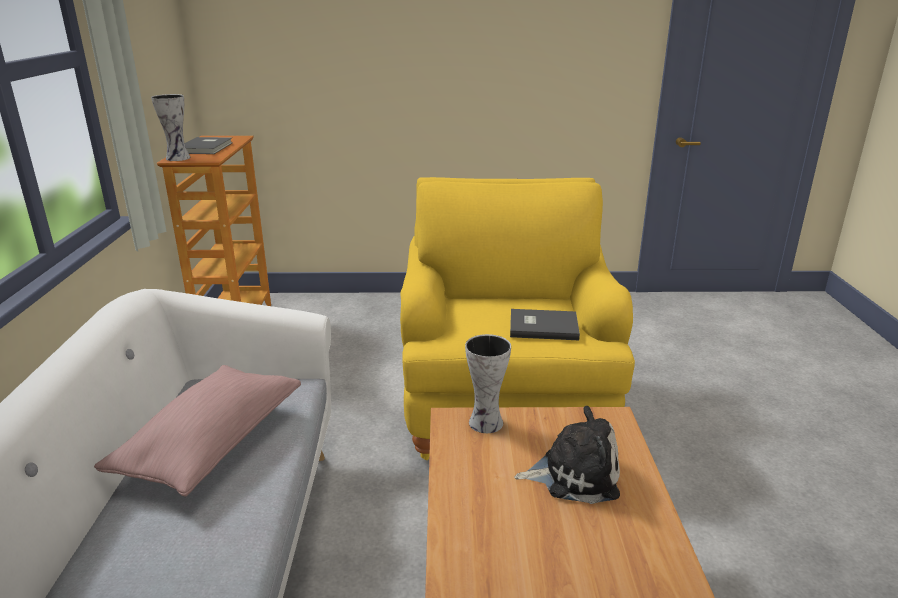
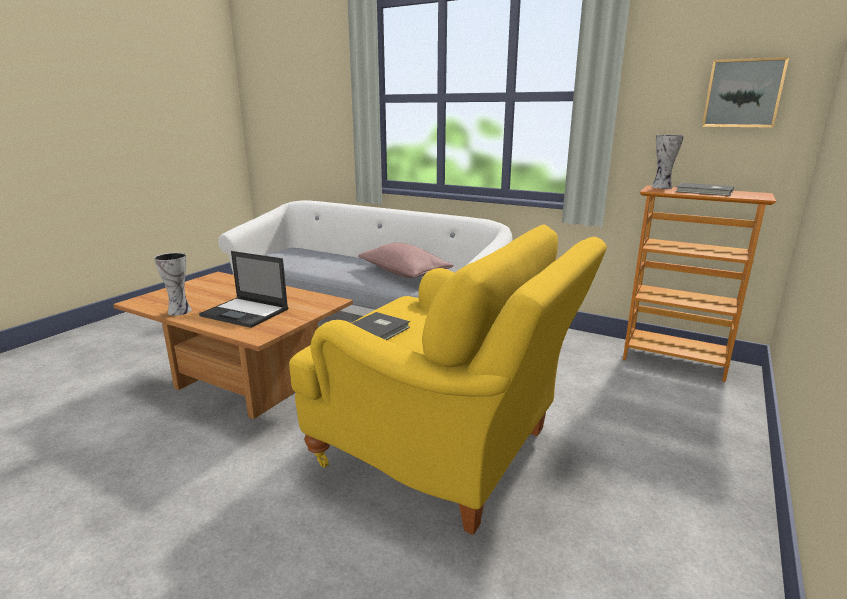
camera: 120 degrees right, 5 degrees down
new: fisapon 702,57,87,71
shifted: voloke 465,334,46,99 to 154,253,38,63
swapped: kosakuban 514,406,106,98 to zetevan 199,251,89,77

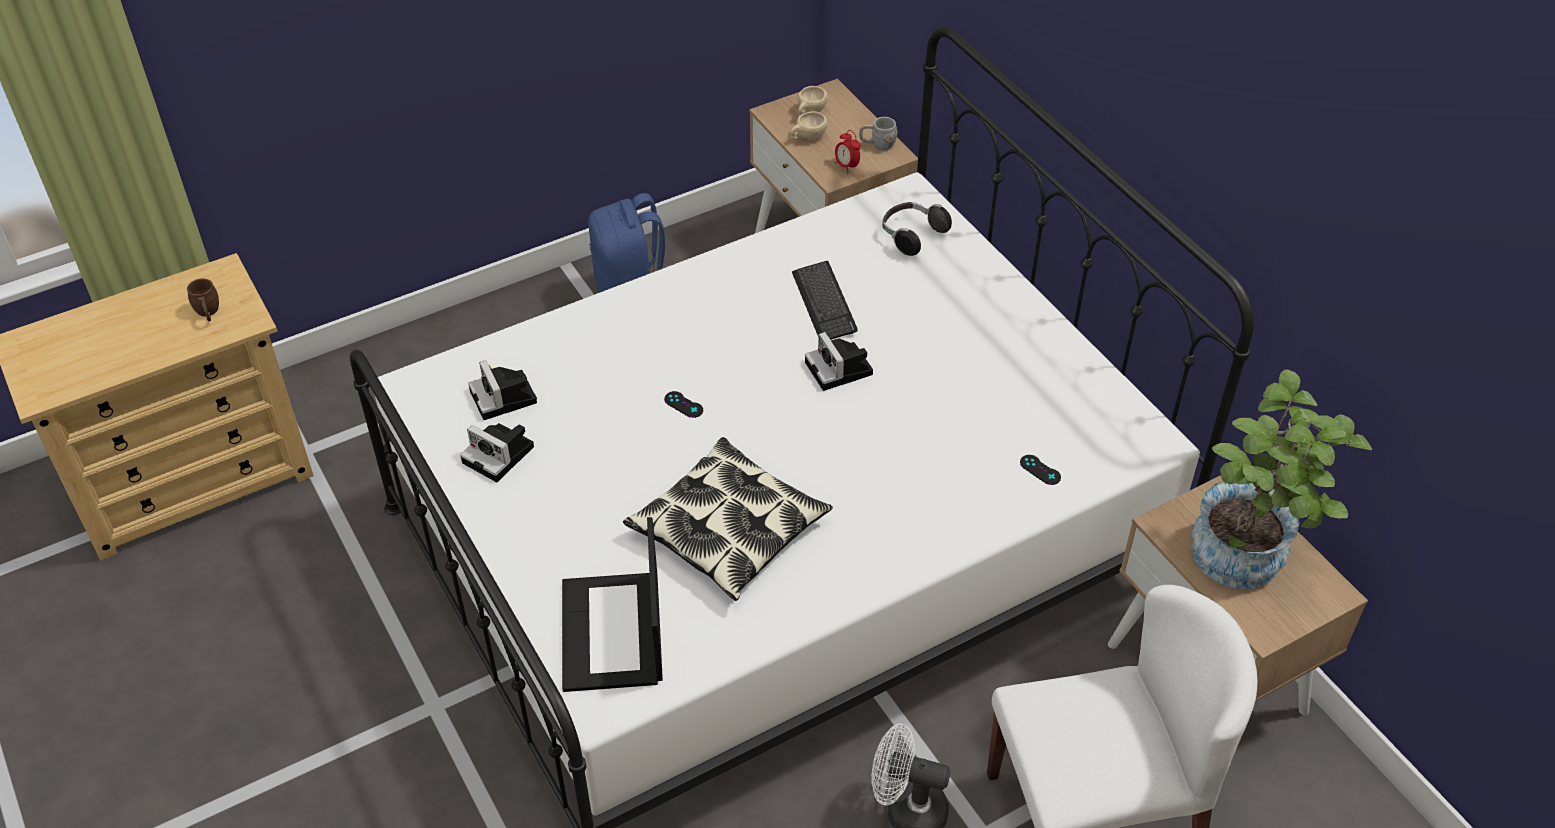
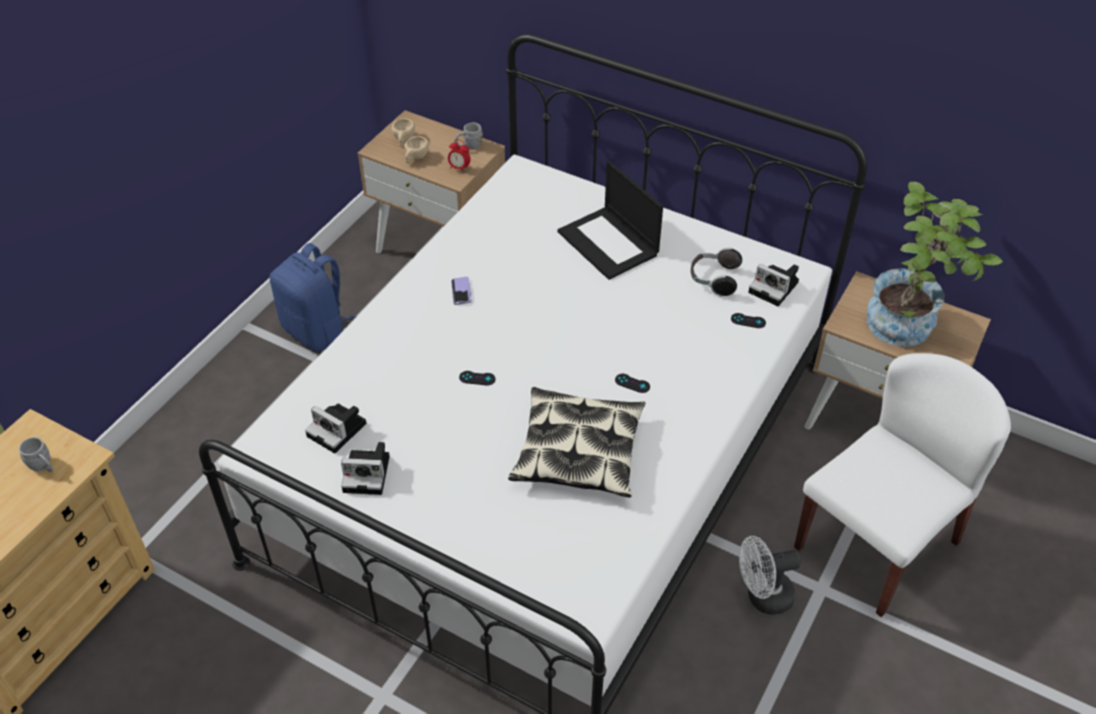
camera: 30 degrees left, 0 degrees up
gone: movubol 792,261,66,79
new: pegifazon 451,277,20,28; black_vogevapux 615,374,35,19
shifted: zetevan 562,517,101,175 to 557,161,106,119; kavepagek 805,332,68,59 to 748,264,51,42; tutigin 882,202,70,54 to 691,247,51,50
repainted: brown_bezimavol 187,278,32,43 to grey_bezimavol 19,437,34,35

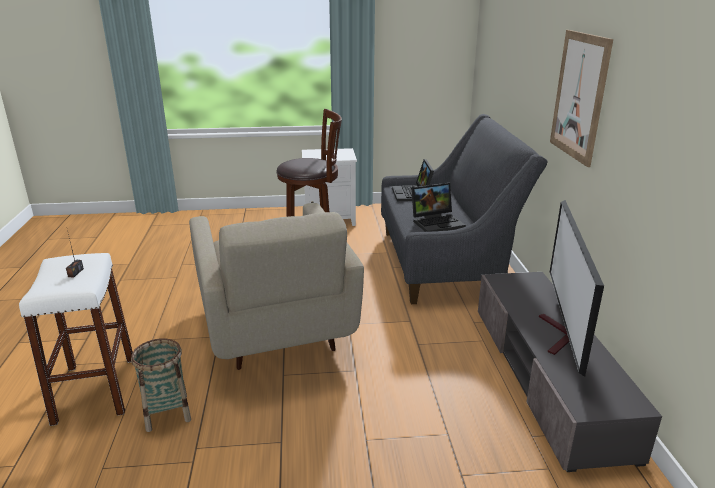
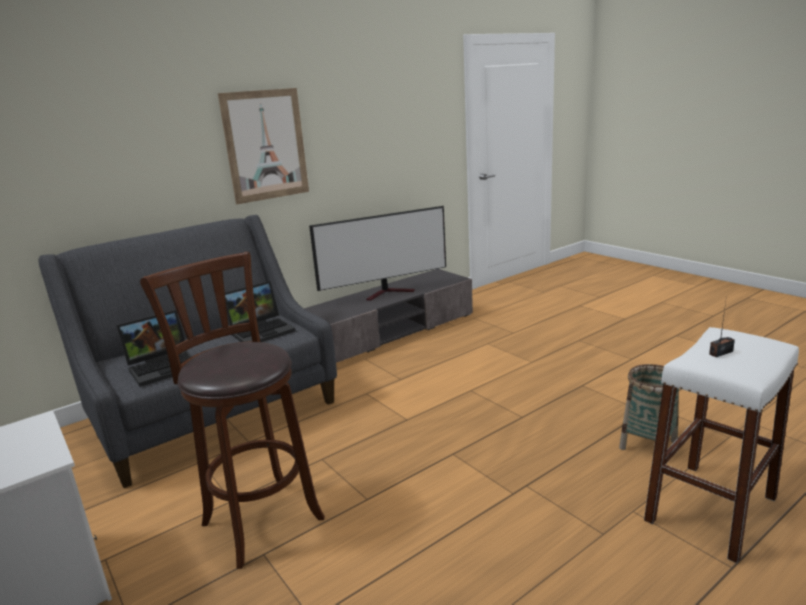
camera: 120 degrees left, 5 degrees down
gone: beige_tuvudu 189,203,175,167
rotated: zetevan 411,183,55,49 = 225,281,71,61 105 degrees clockwise

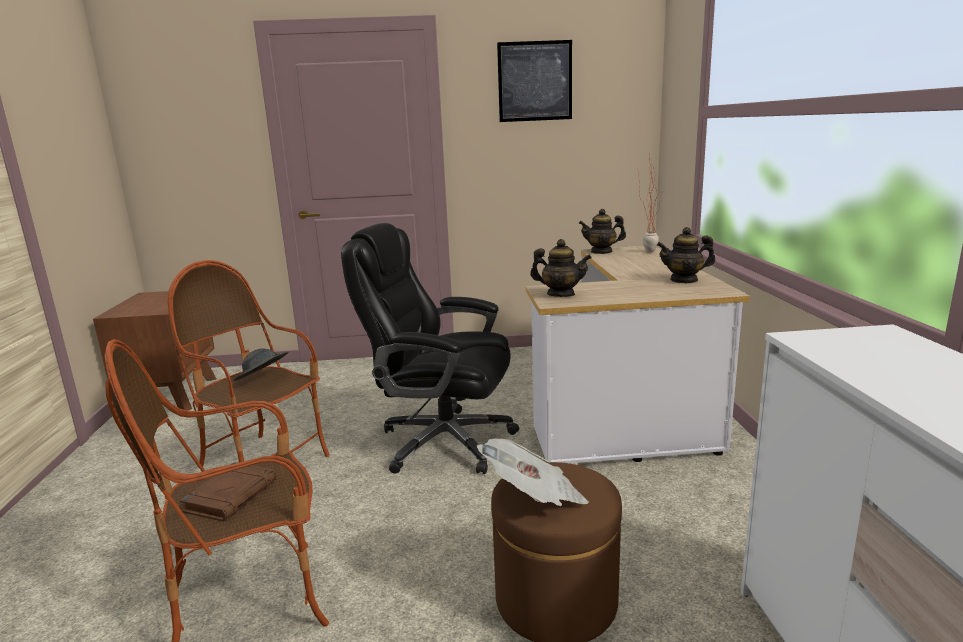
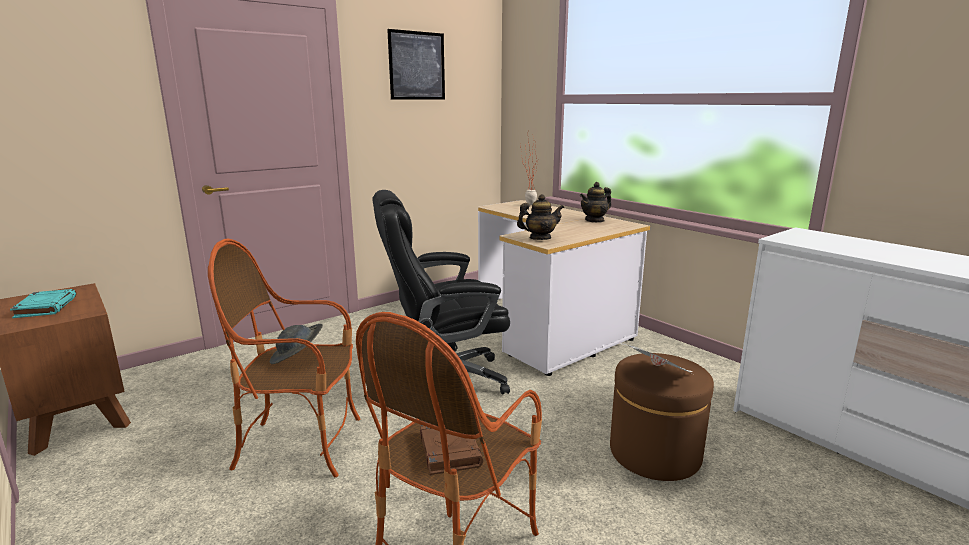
camera: 35 degrees left, 0 degrees up
gone: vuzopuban 579,209,47,45
new: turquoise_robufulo 10,289,66,29

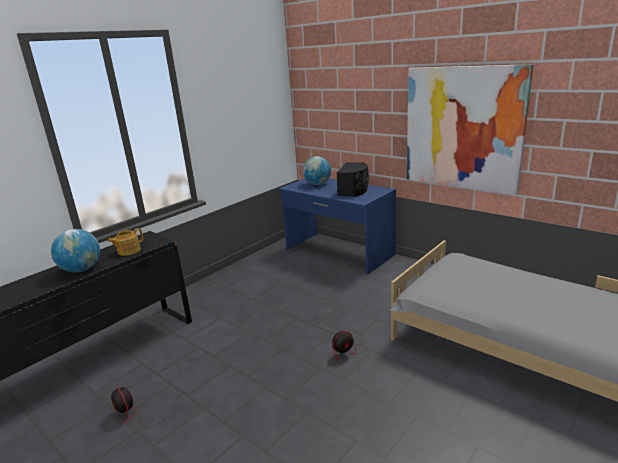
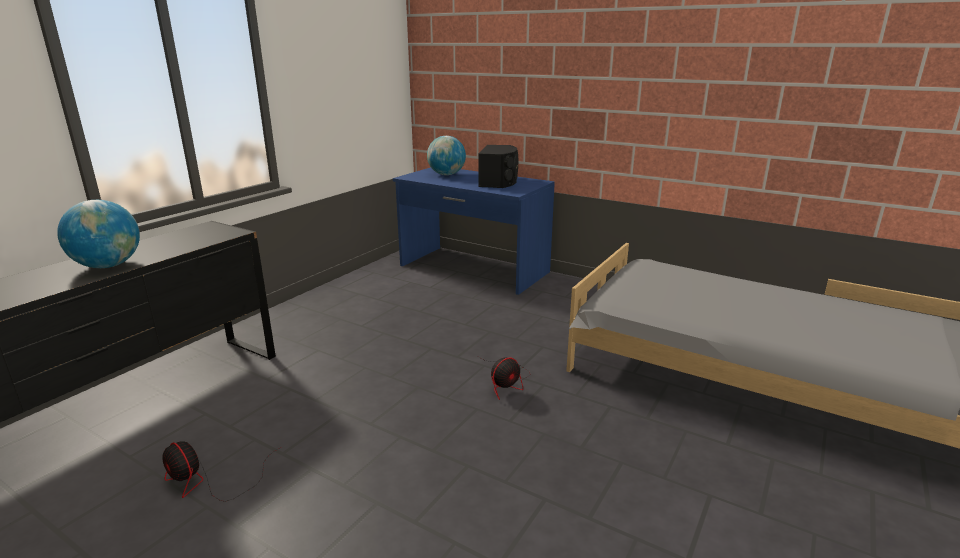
camera: 10 degrees left, 0 degrees up
gone: vuzopuban 108,228,35,28; fisapon 407,64,126,131

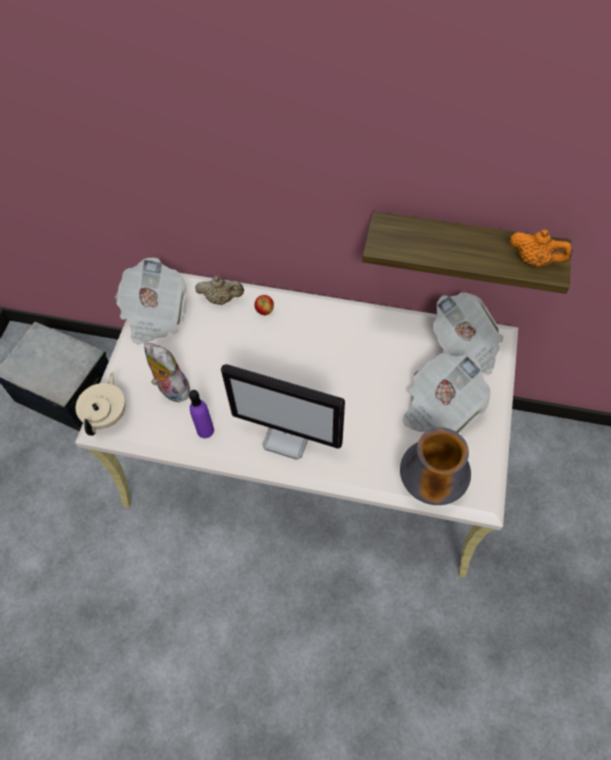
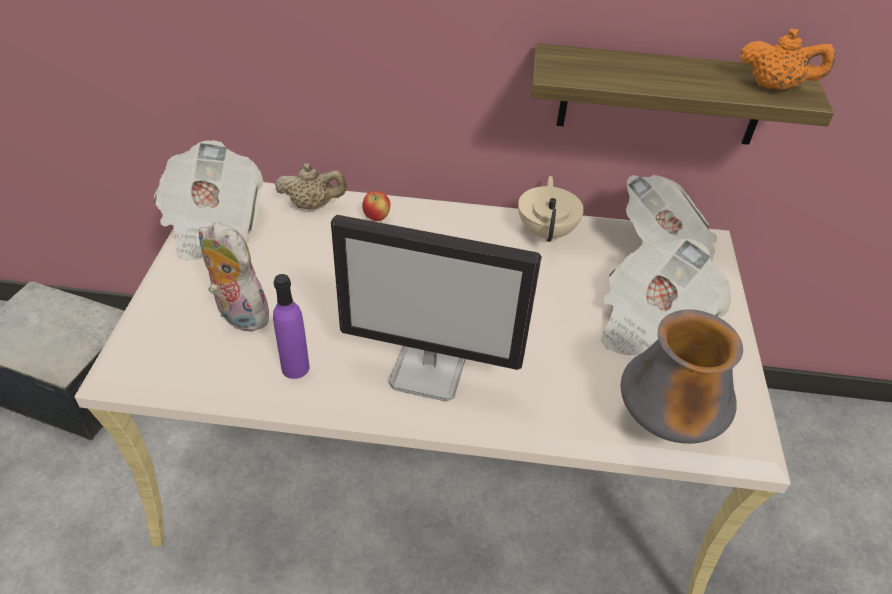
camera: 10 degrees left, 15 degrees down
shifted: beige_vuzopuban 76,372,49,64 to 518,176,66,66

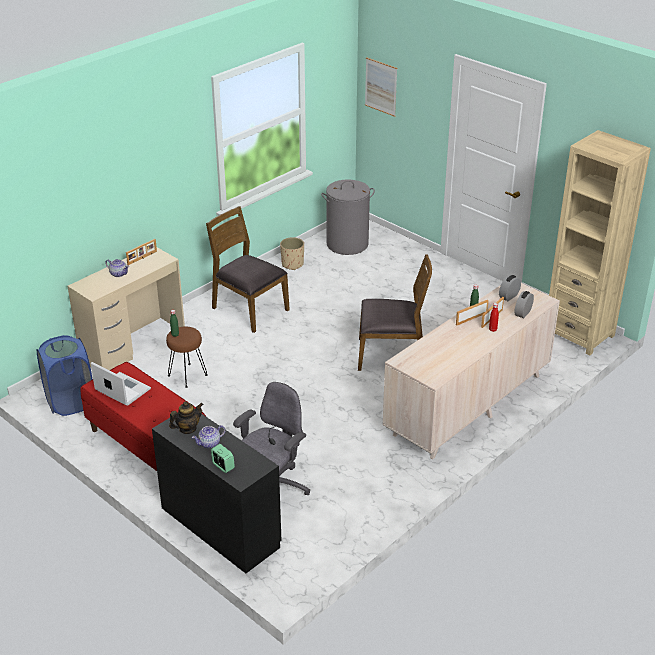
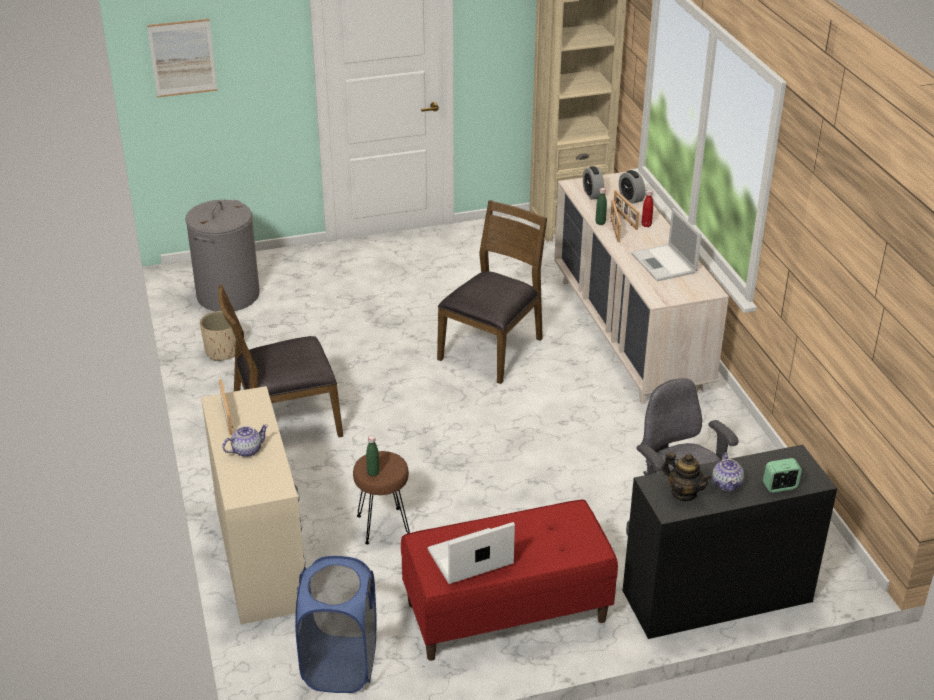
camera: 60 degrees left, 0 degrees up
new: zetevan 631,208,71,73
rotated: vuzopuban 169,401,34,33 = 662,452,50,49 135 degrees clockwise

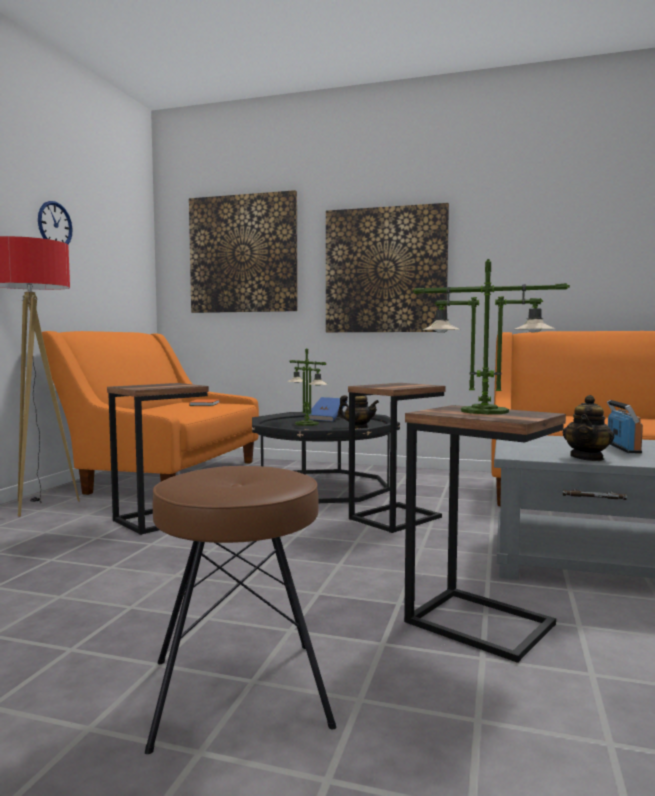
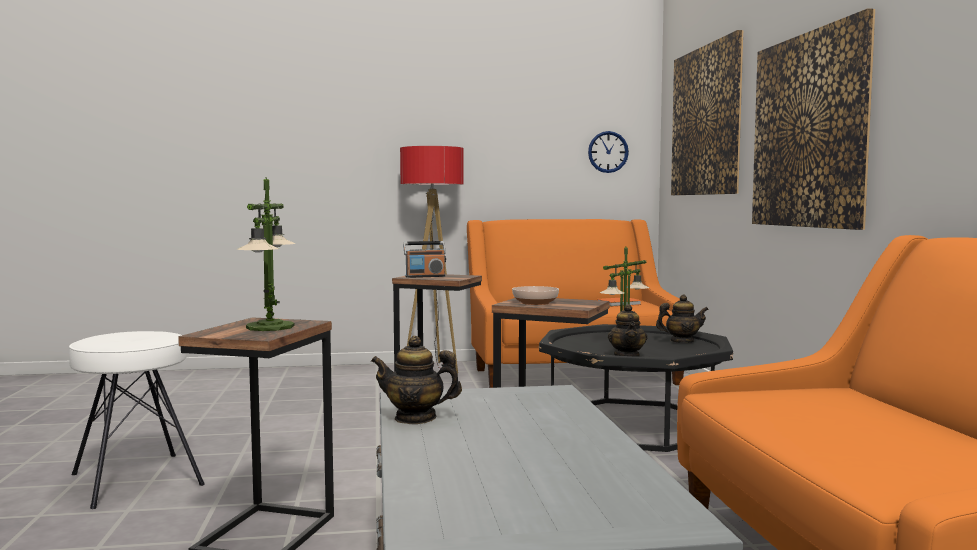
camera: 65 degrees right, 0 degrees up
new: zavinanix 512,286,47,19
shifted: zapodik 38,201,35,43 to 588,131,41,42; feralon 607,400,36,53 to 403,241,43,37
swapped: blue_robufulo 308,397,39,24 to vuzopuban 656,295,53,48
repainted: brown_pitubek 145,466,191,288 to white_pitubek 69,331,136,178

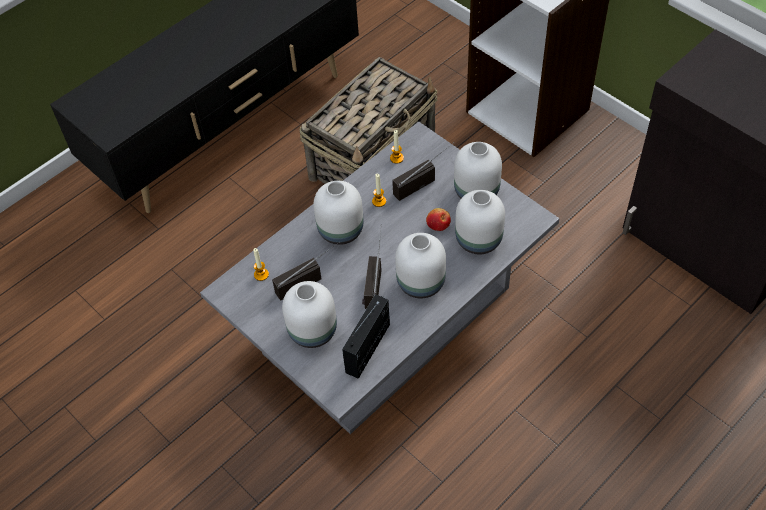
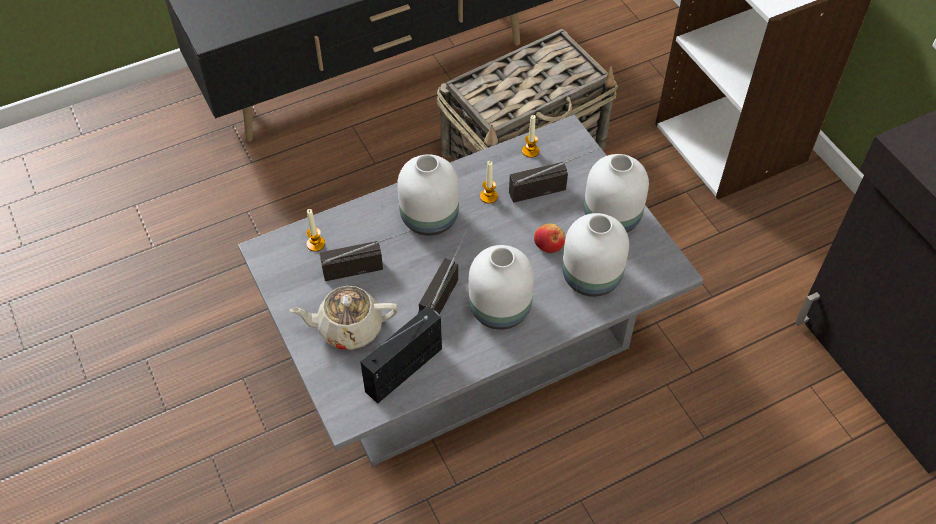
camera: 15 degrees right, 0 degrees up
swapped: white_voloke 282,281,55,67 to beige_vuzopuban 289,286,109,64

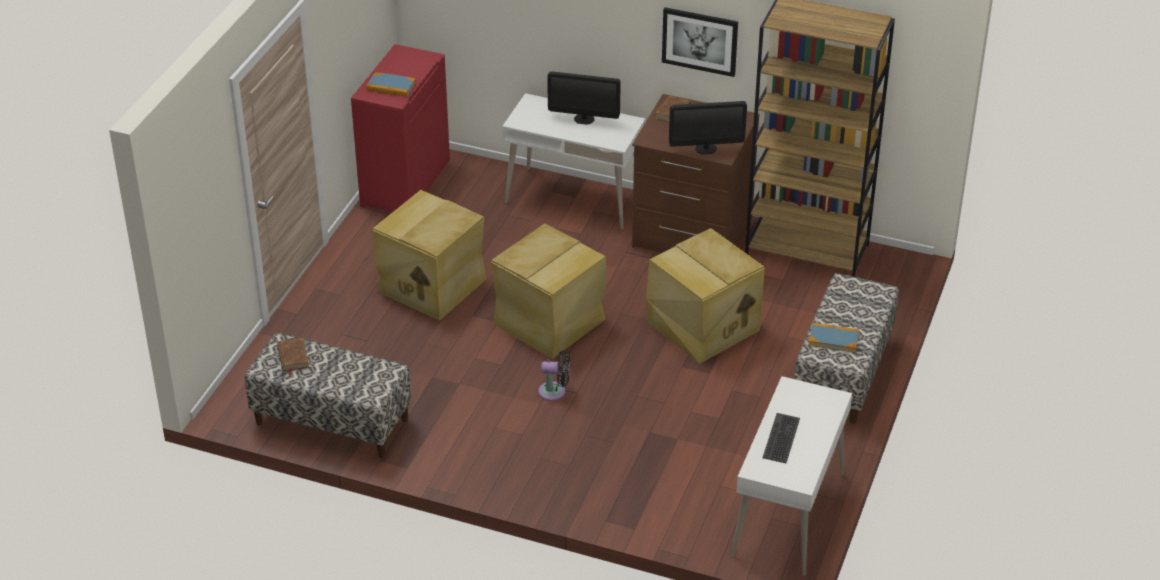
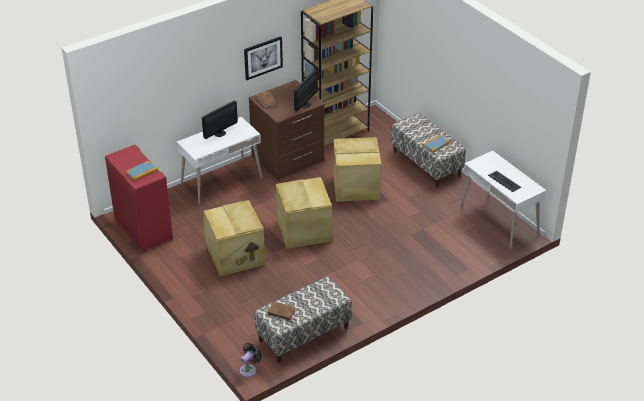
camera: 55 degrees left, 0 degrees up
shifted: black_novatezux 538,350,32,51 to 239,343,23,35

